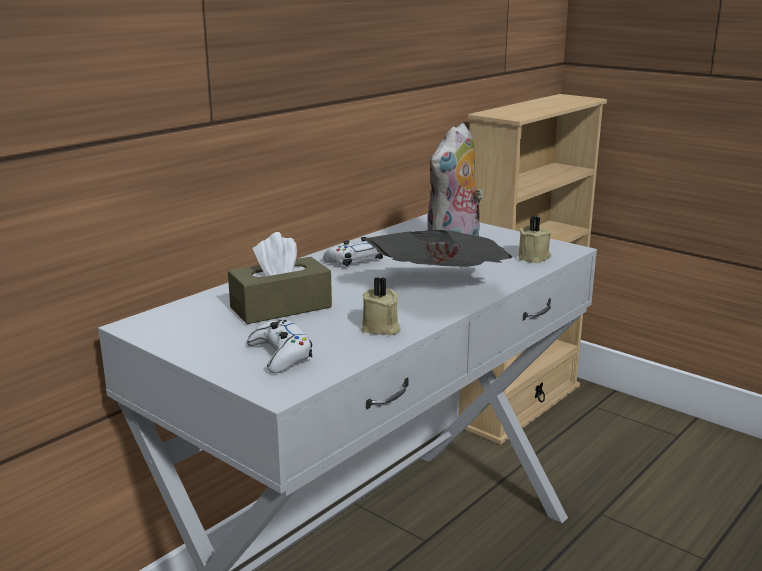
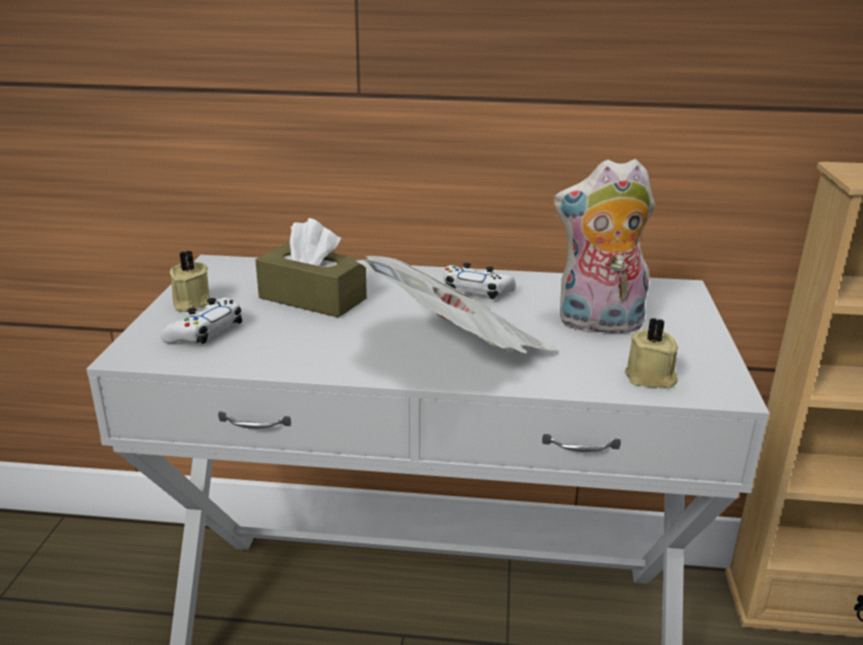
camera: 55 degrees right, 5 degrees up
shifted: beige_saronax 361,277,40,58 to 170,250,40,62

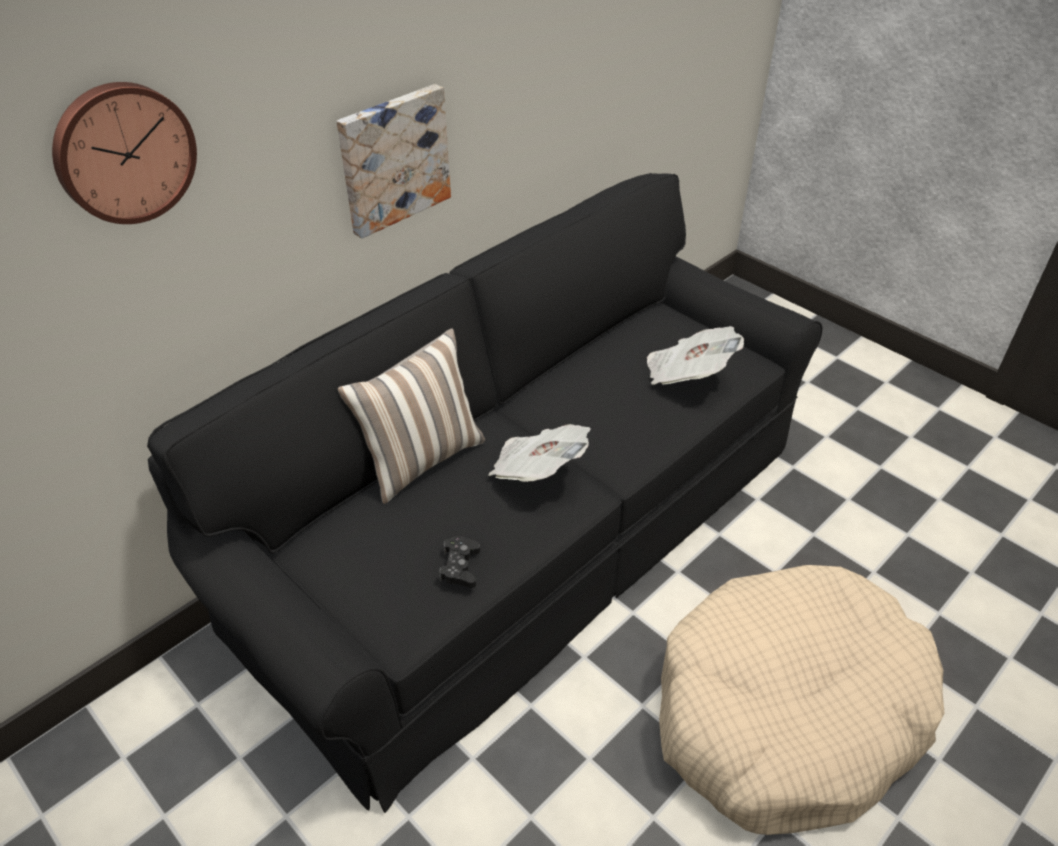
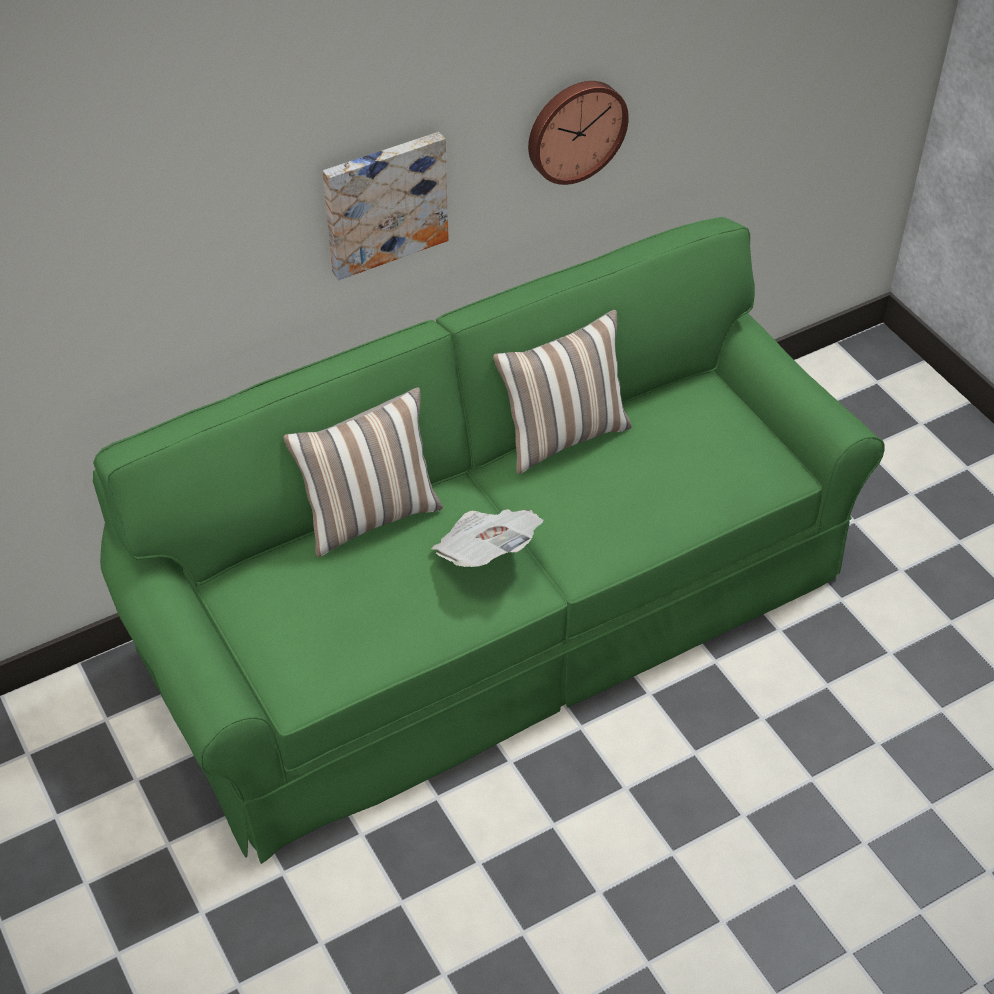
camera: 15 degrees right, 5 degrees up
gone: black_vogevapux 439,536,41,52; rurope 647,326,97,59; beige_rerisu 659,565,286,270
new: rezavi 493,310,139,164
shifted: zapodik 52,82,145,142 to 528,81,101,104
repainted: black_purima 147,173,676,640 to green_purima 93,217,792,647

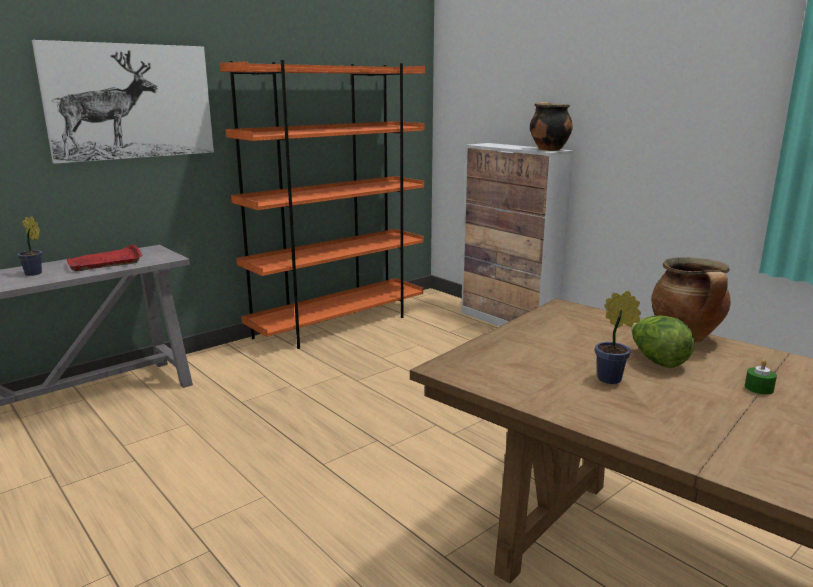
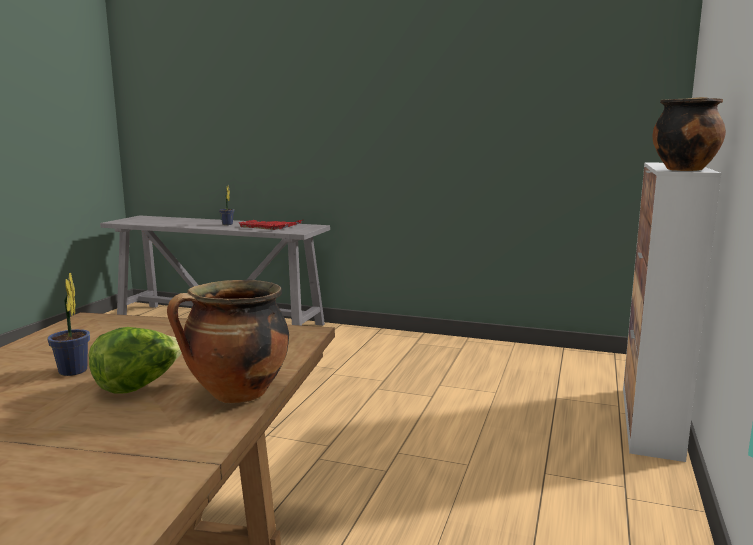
camera: 60 degrees right, 5 degrees down
gone: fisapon 32,40,182,124; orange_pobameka 220,60,205,289; green_saronax 745,360,32,34

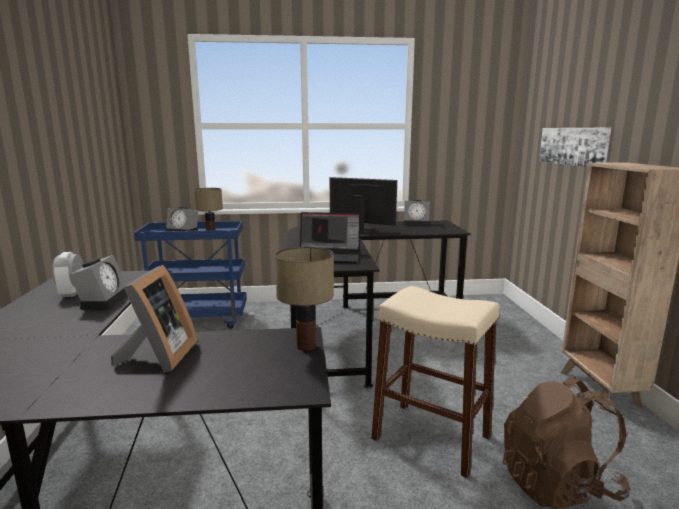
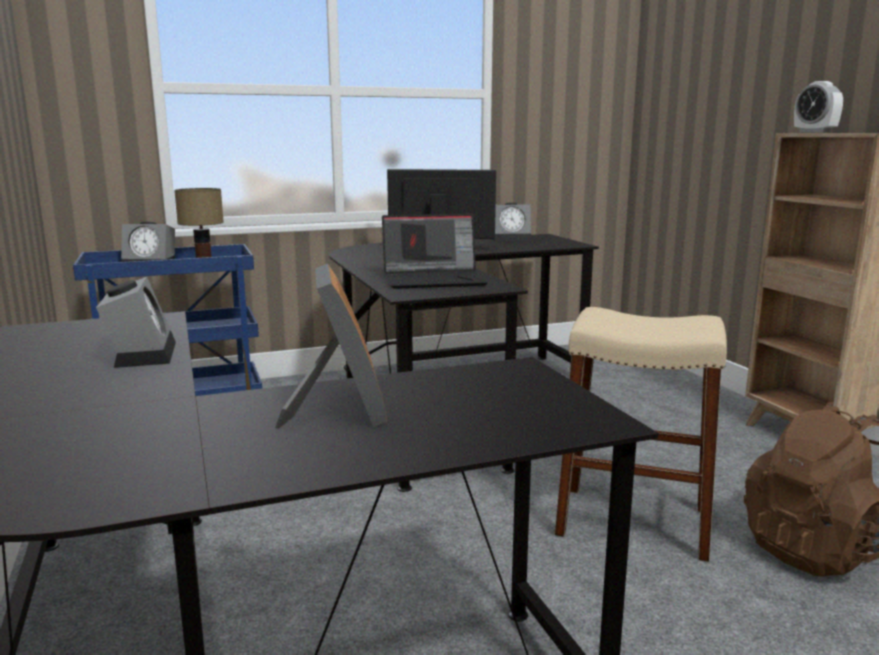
camera: 15 degrees left, 0 degrees up
gone: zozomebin 275,247,59,104; fisapon 539,128,72,39
shifted: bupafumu 52,252,31,45 to 794,81,49,51

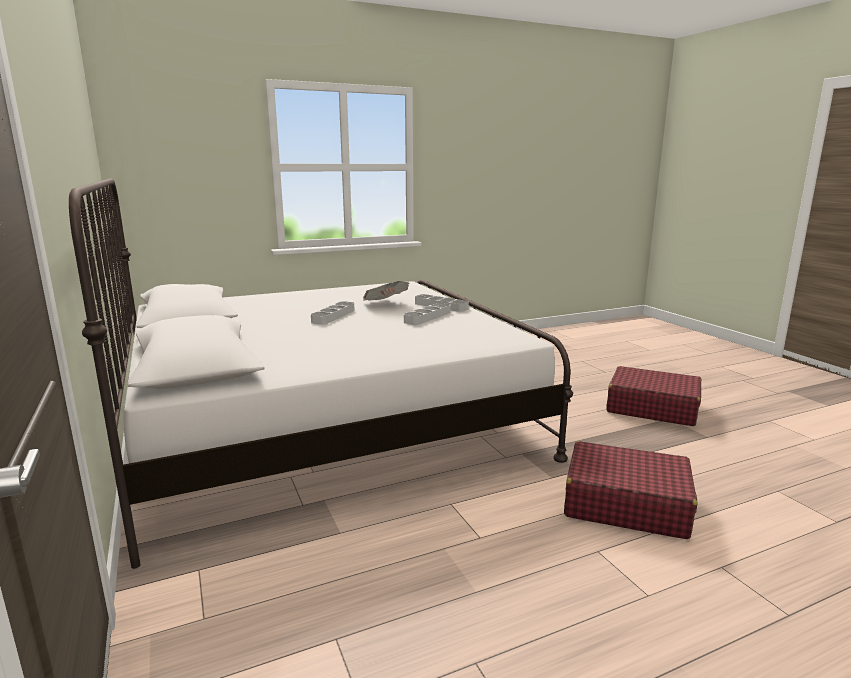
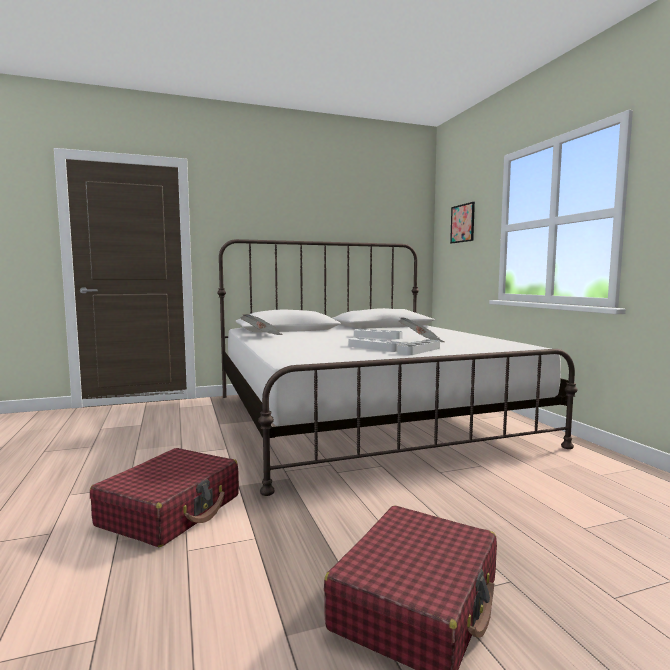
camera: 95 degrees right, 10 degrees down
new: rurope 240,314,43,21; fisapon 450,202,25,41

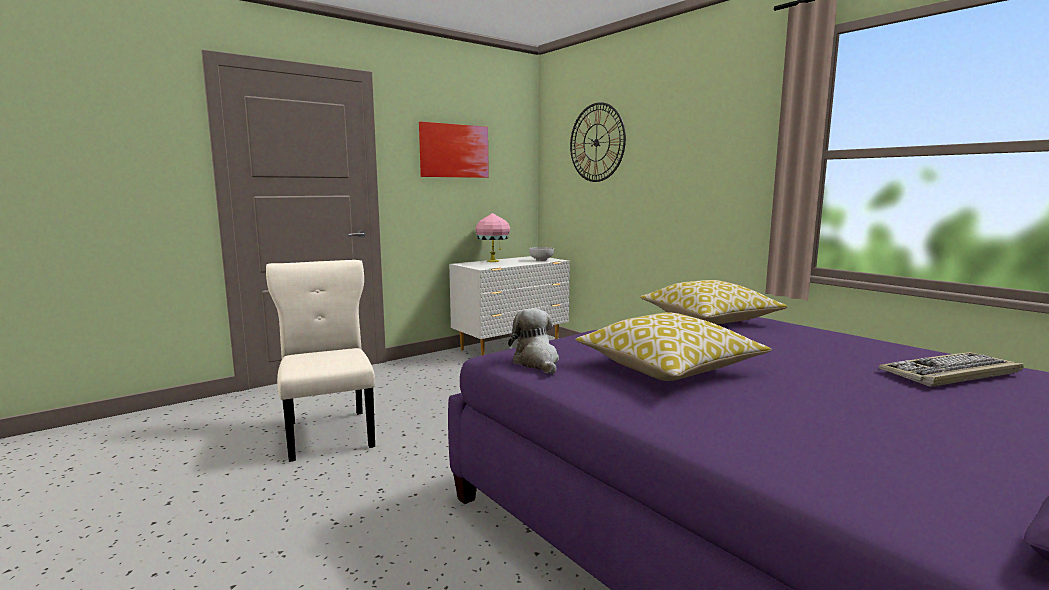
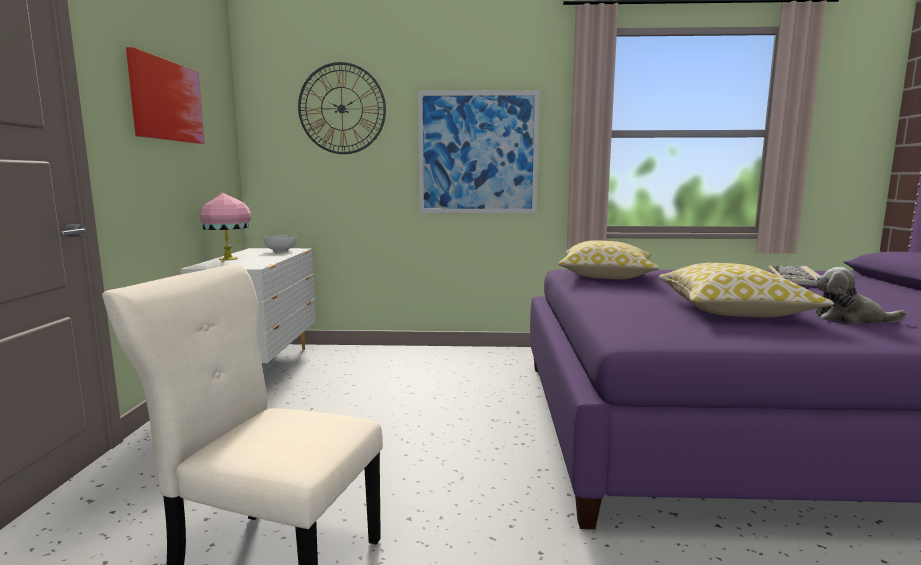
camera: 50 degrees left, 0 degrees up
new: fisapon 418,90,122,123
shifted: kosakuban 508,308,51,66 to 815,267,92,57

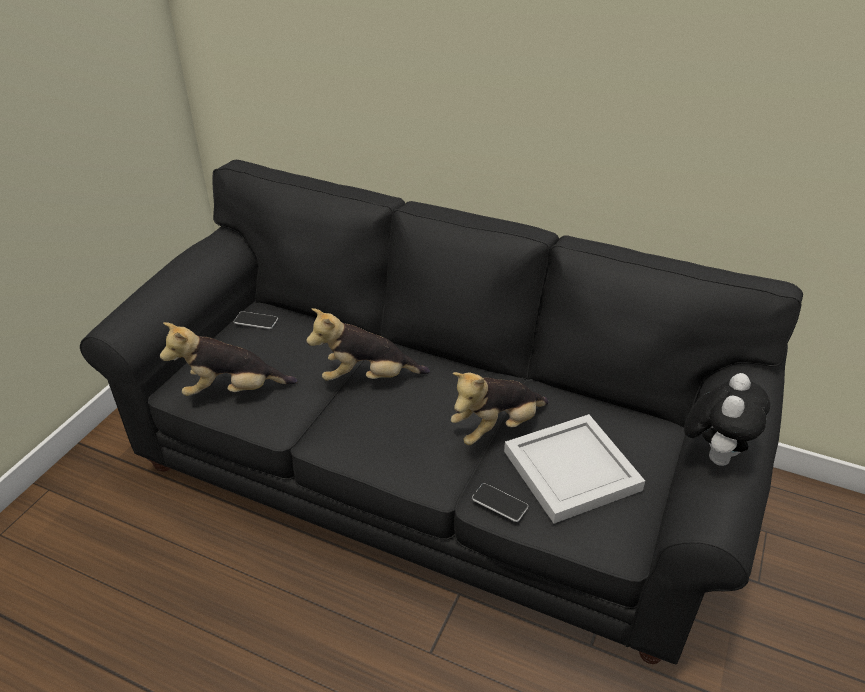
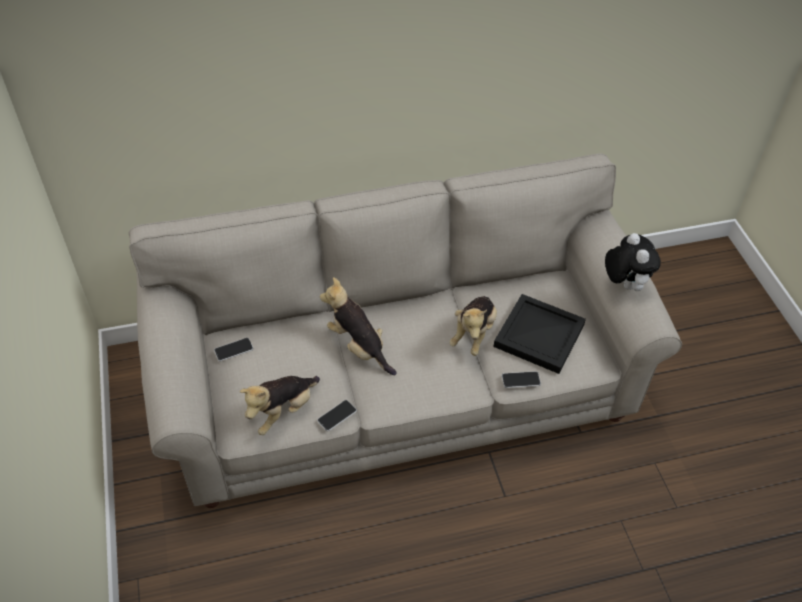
camera: 40 degrees left, 10 degrees up
new: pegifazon 317,400,40,31
repainted: black_purima 80,160,723,505 to beige_purima 129,153,553,355; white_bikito 504,414,141,110 to black_bikito 493,294,93,80
rotated: kosakuban 306,308,124,73 = 320,277,77,98 90 degrees clockwise

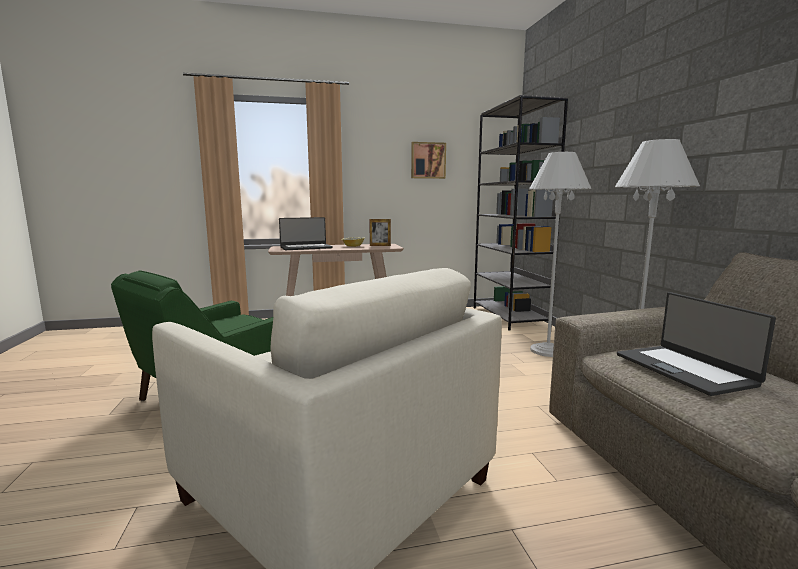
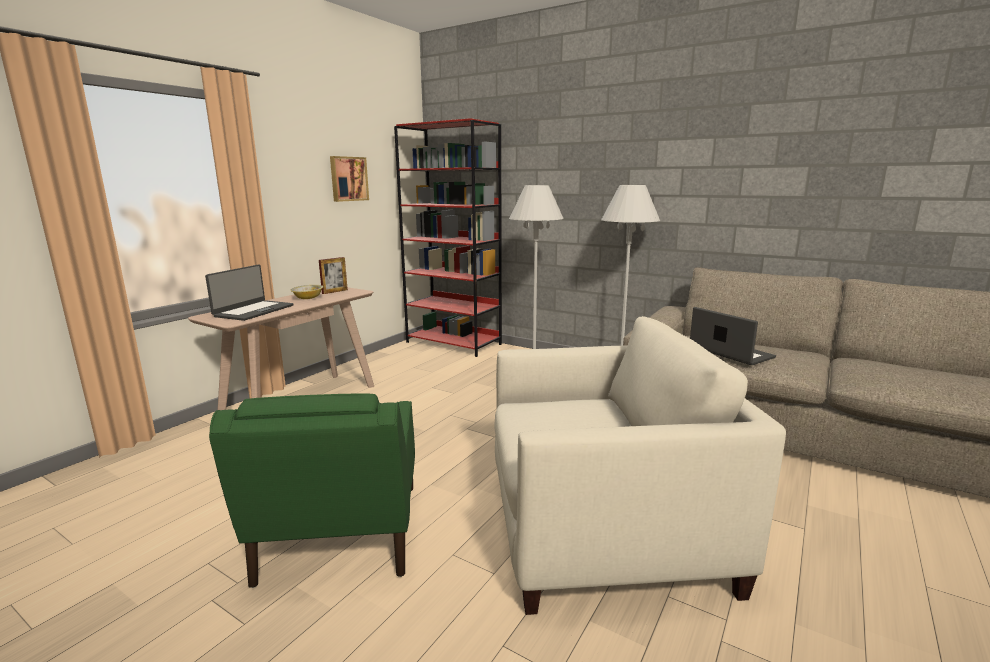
camera: 45 degrees left, 5 degrees up
repainted: grey_pobameka 474,95,94,236 to red_pobameka 394,118,108,239
rotated: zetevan 617,292,159,104 = 690,307,86,58 150 degrees counterclockwise

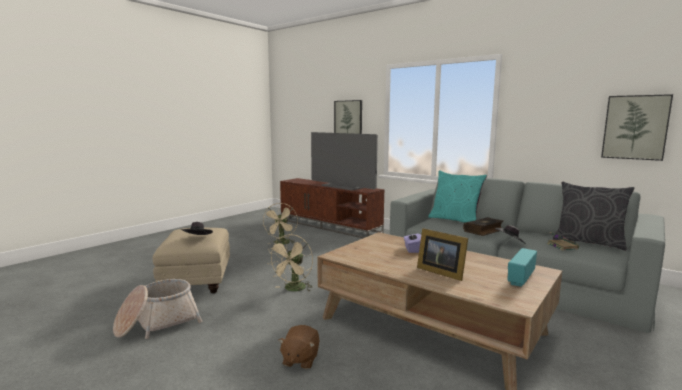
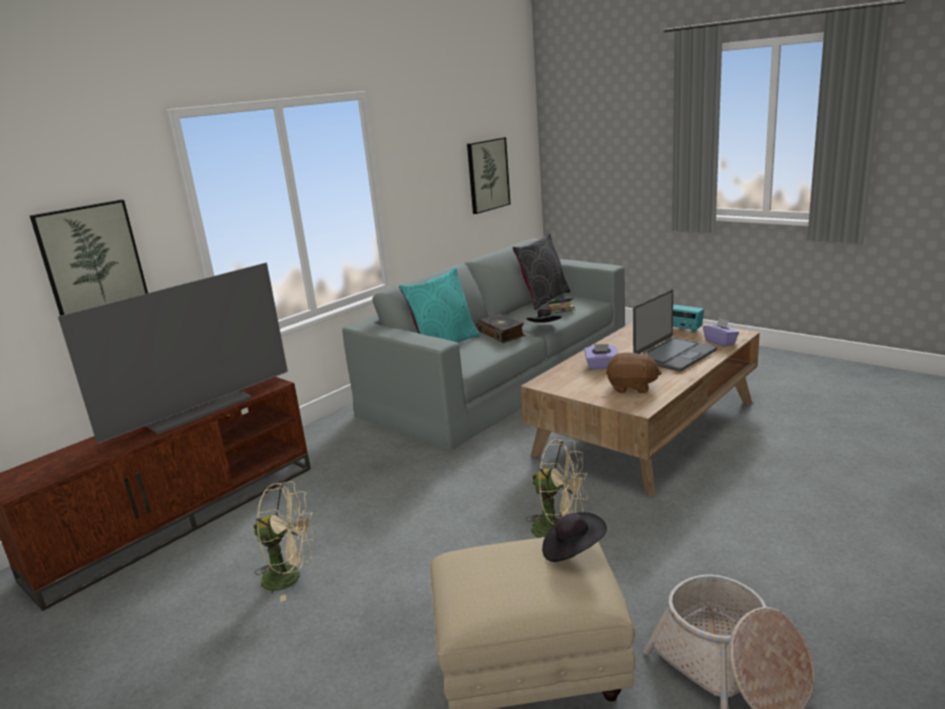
camera: 85 degrees left, 10 degrees up
new: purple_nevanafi 703,318,36,29
shifted: brown_kosakuban 278,325,42,44 to 606,352,56,41
swapped: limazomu 417,228,51,53 to zetevan 633,290,84,82

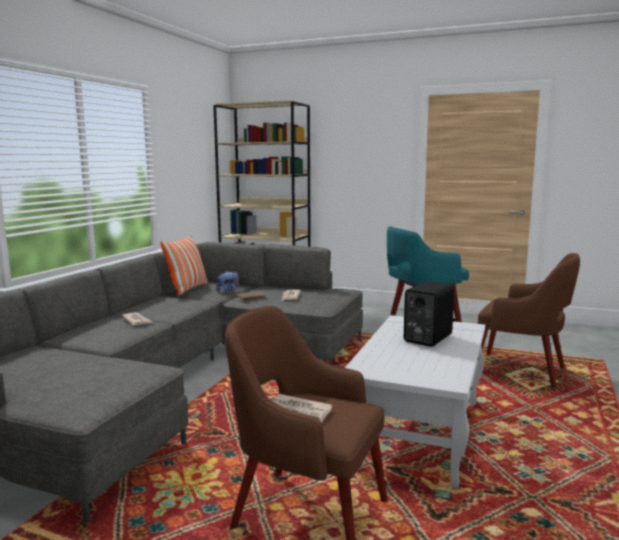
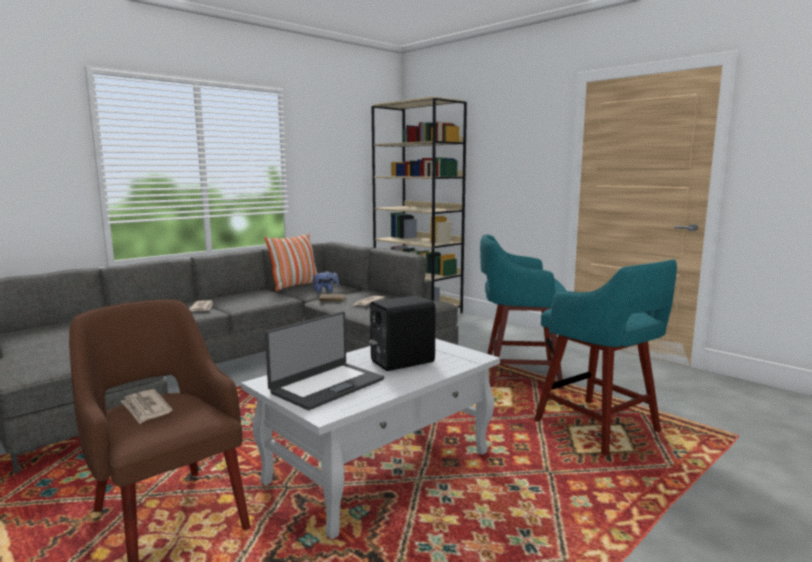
camera: 25 degrees right, 0 degrees up
new: zetevan 265,312,119,98
swapped: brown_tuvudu 478,253,102,136 to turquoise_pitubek 534,259,143,197

